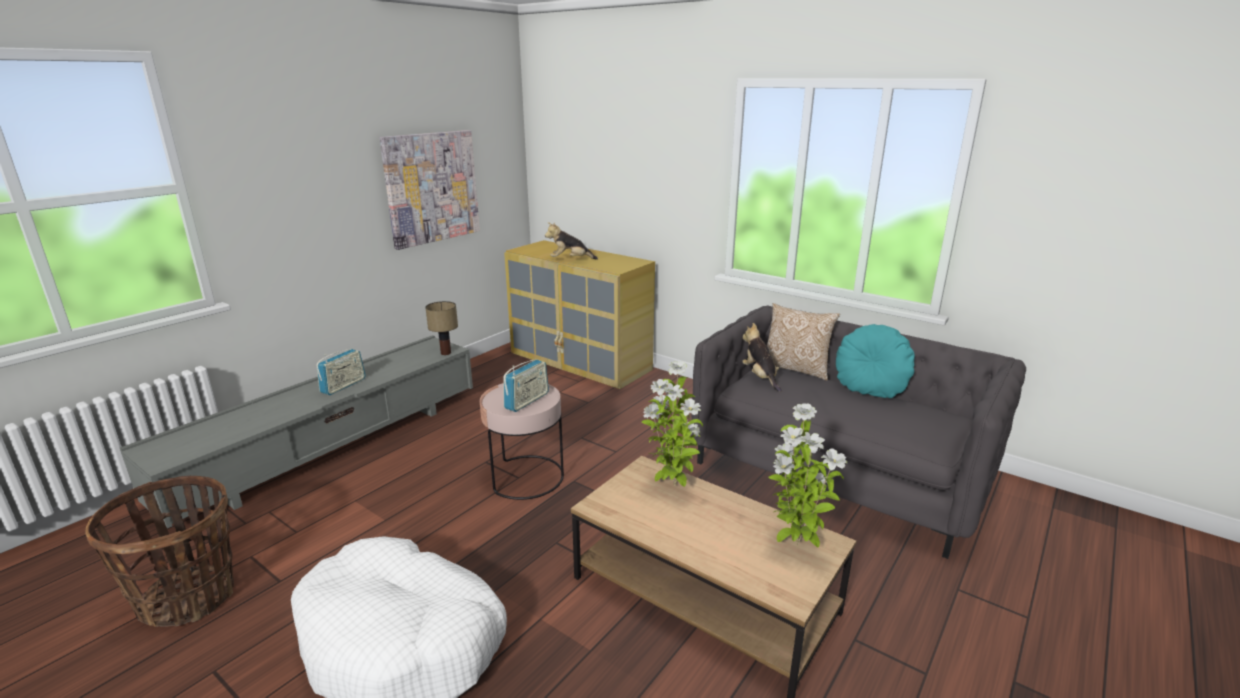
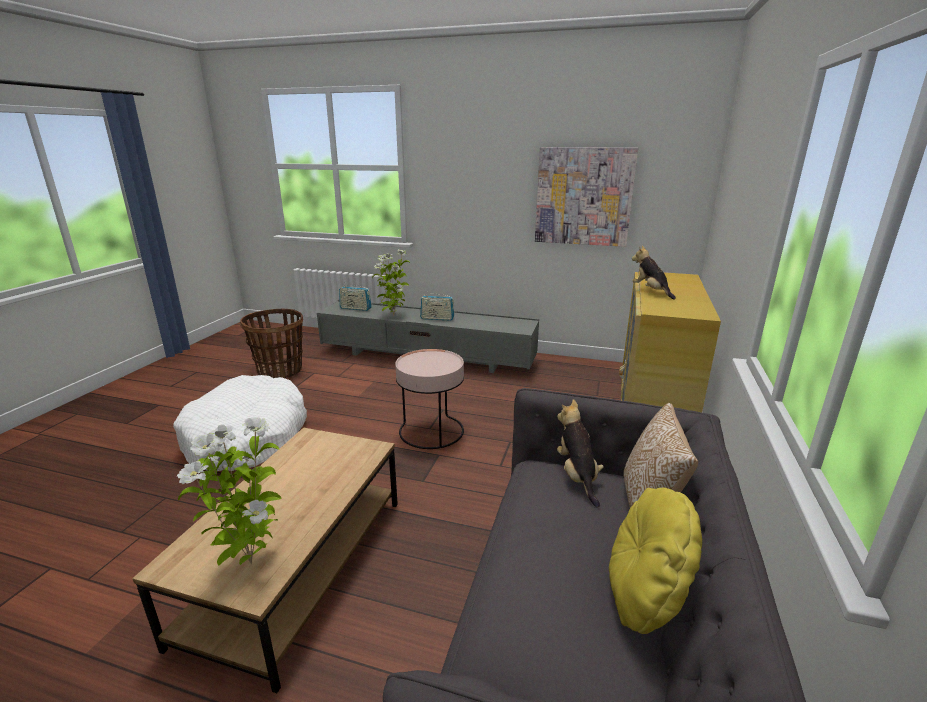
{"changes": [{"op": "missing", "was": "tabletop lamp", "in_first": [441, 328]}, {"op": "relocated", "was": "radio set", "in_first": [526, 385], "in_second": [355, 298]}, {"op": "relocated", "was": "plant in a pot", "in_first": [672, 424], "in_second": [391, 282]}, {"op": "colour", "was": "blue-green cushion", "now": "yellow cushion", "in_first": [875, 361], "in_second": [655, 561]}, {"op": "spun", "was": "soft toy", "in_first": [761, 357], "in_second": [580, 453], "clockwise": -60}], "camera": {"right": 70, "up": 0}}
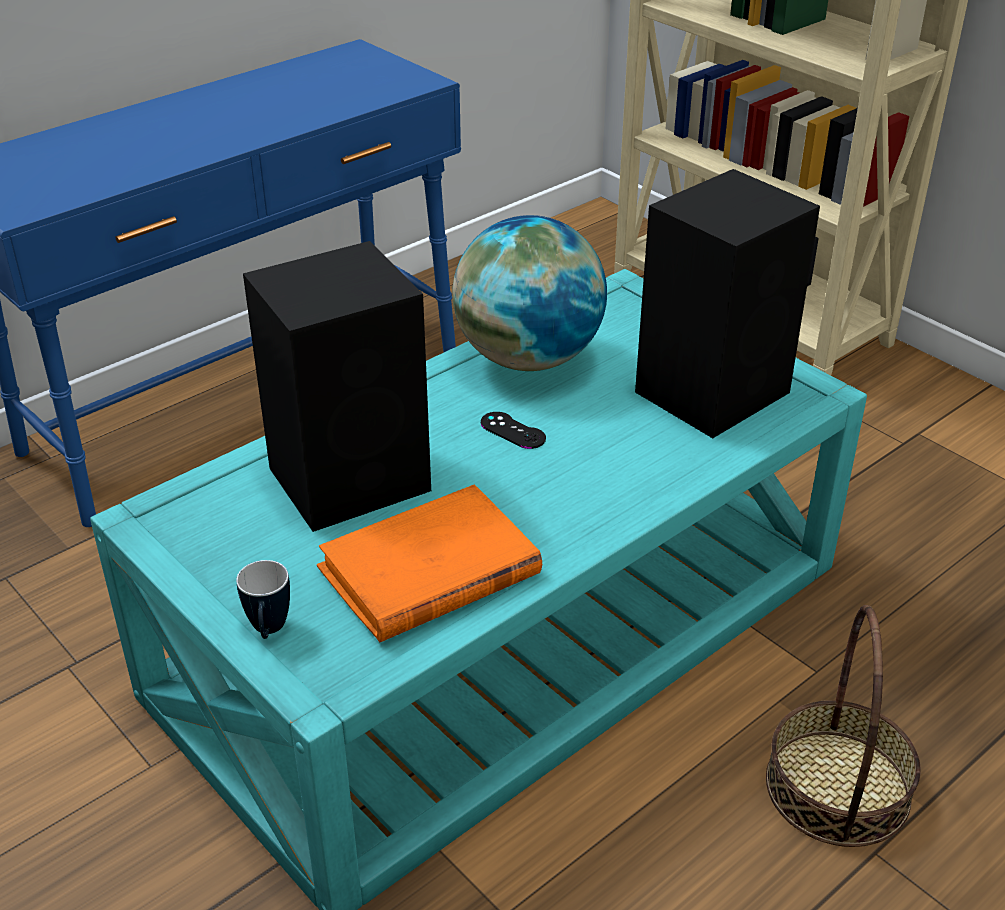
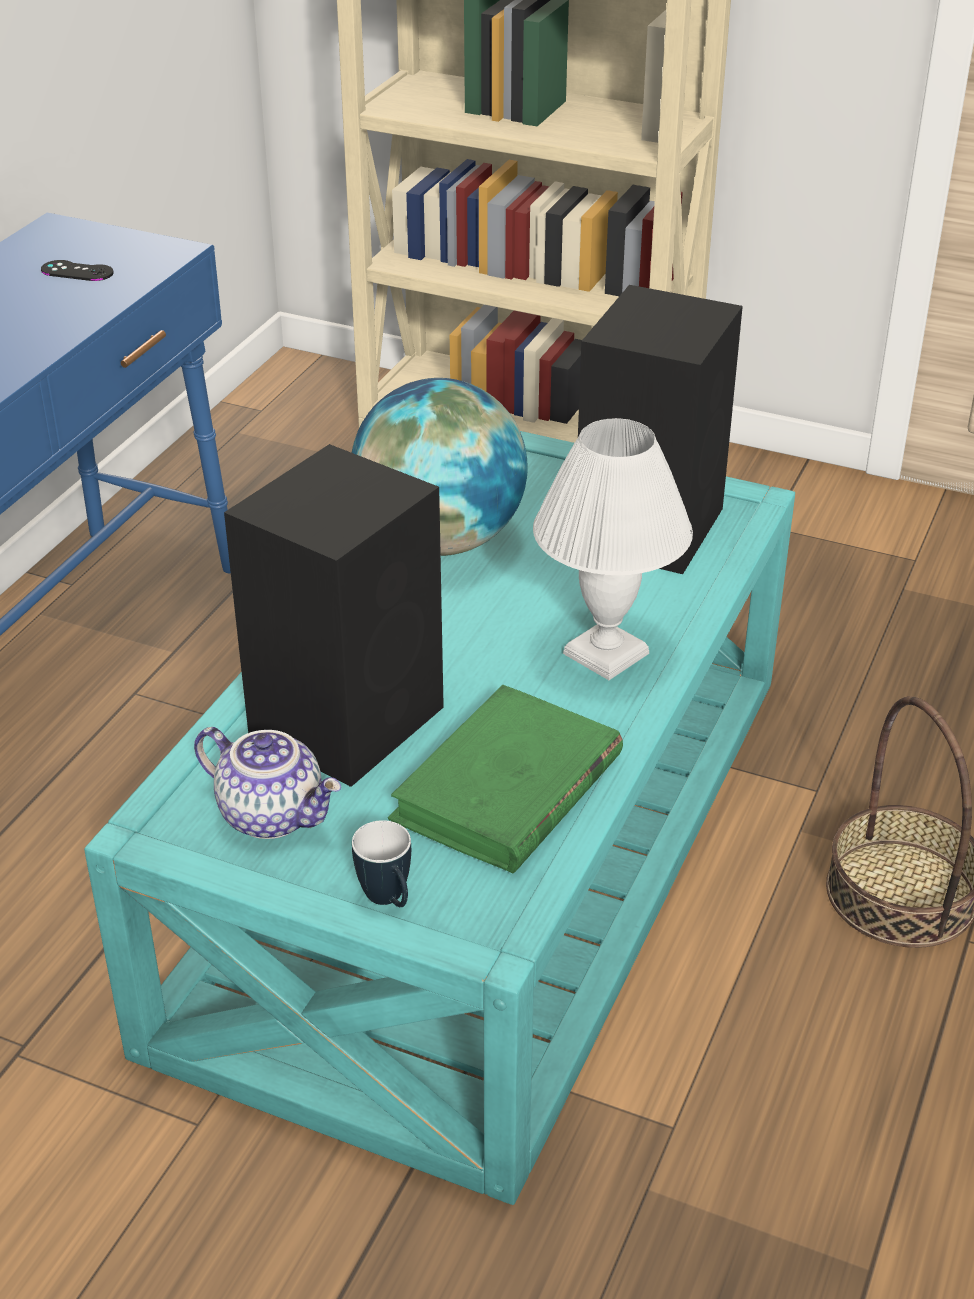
{"changes": [{"op": "appeared", "now": "tea pot", "in_second": [267, 783]}, {"op": "appeared", "now": "whitish tabletop lamp", "in_second": [613, 549]}, {"op": "relocated", "was": "black-coloured joypad", "in_first": [513, 430], "in_second": [77, 270]}, {"op": "colour", "was": "orange-coloured volume", "now": "green volume", "in_first": [429, 563], "in_second": [505, 779]}], "camera": {"right": -25, "up": 0}}
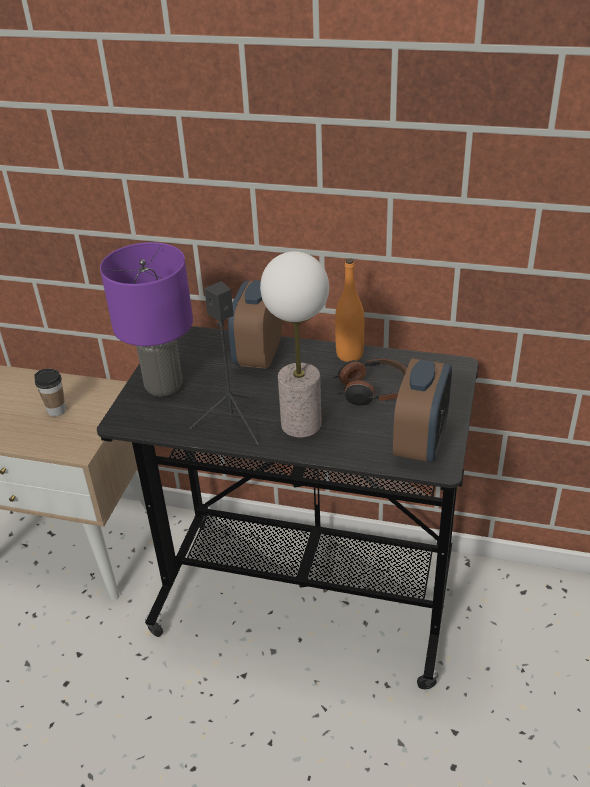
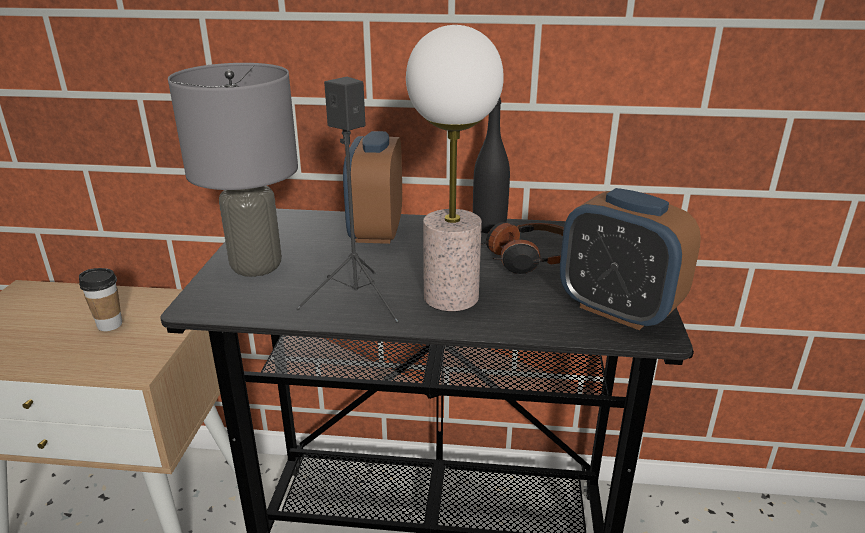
{"changes": [{"op": "colour", "was": "purplish tabletop lamp", "now": "greyish tabletop lamp", "in_first": [146, 319], "in_second": [233, 170]}, {"op": "colour", "was": "orange-coloured beverage bottle", "now": "black-coloured beverage bottle", "in_first": [349, 310], "in_second": [491, 165]}, {"op": "spun", "was": "alarm clock", "in_first": [422, 410], "in_second": [630, 259], "clockwise": 120}], "camera": {"right": -10, "up": -10}}
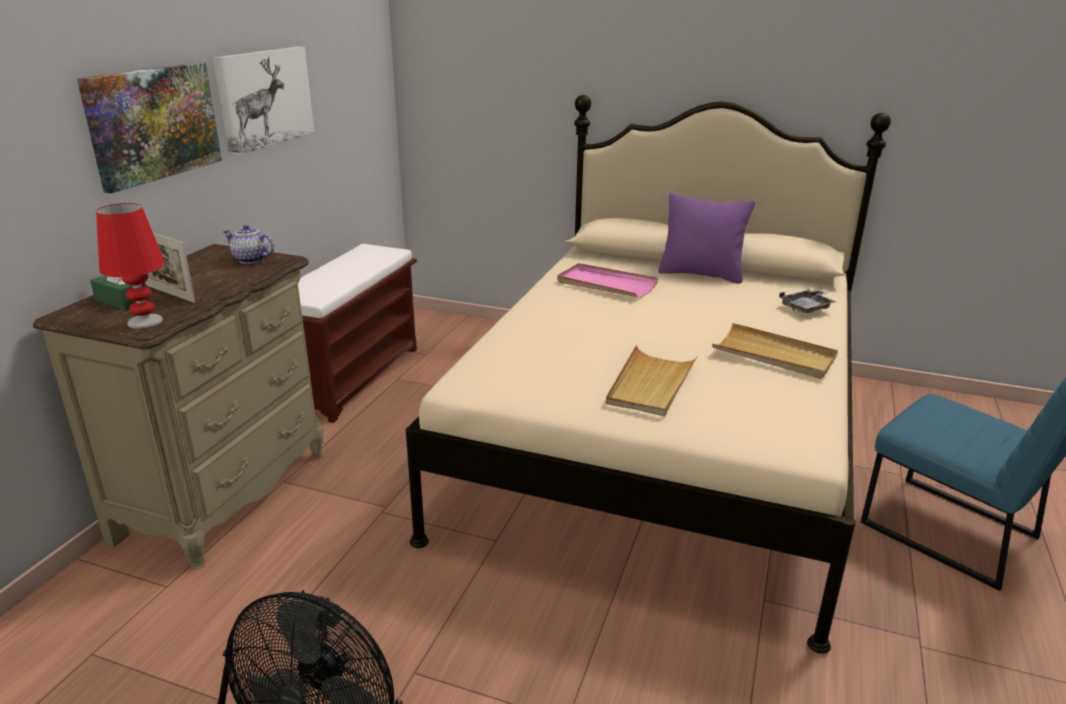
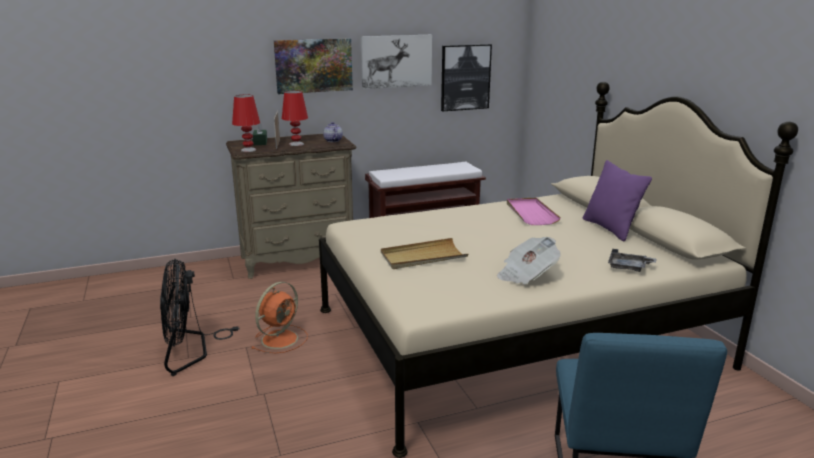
{"changes": [{"op": "appeared", "now": "orange-coloured electric fan", "in_second": [279, 317]}, {"op": "appeared", "now": "red tabletop lamp", "in_second": [295, 118]}, {"op": "appeared", "now": "picture", "in_second": [466, 77]}, {"op": "exchanged", "was": "beige-coloured tray", "now": "daily paper", "in_first": [775, 351], "in_second": [529, 261]}], "camera": {"right": 50, "up": -5}}
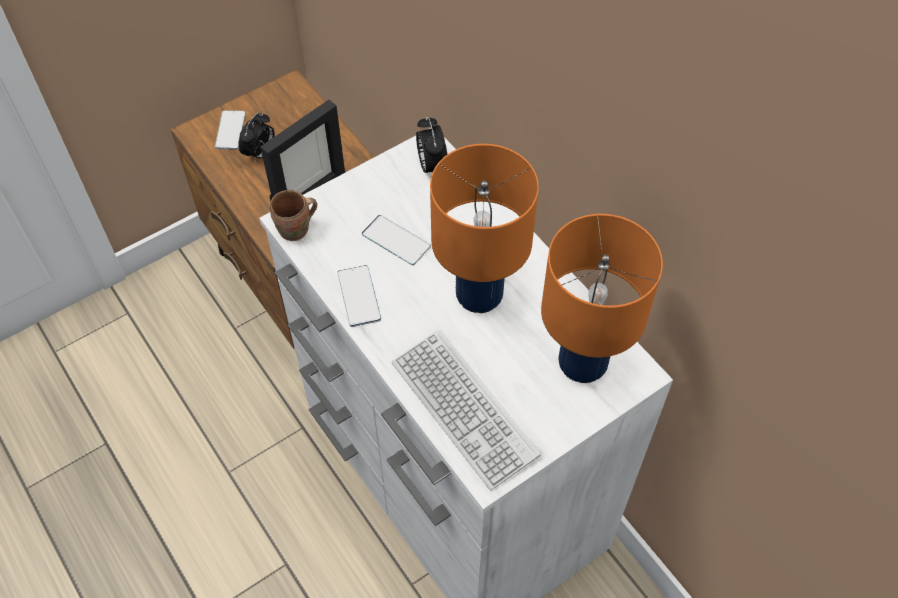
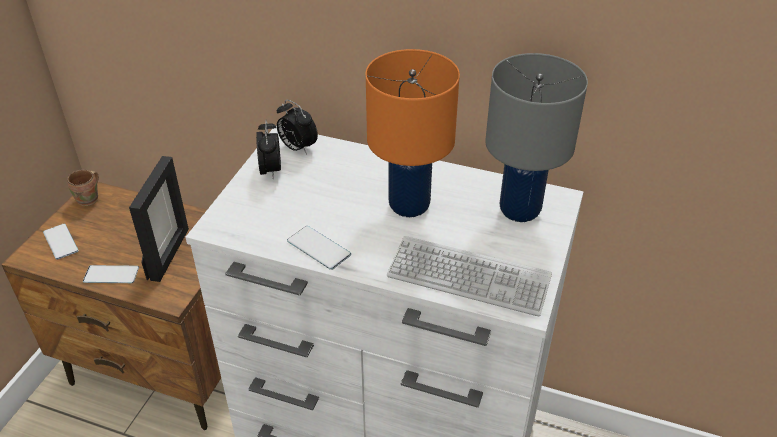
{"changes": [{"op": "relocated", "was": "alarm clock", "in_first": [256, 138], "in_second": [268, 150]}, {"op": "relocated", "was": "brown-coloured tea mug", "in_first": [293, 215], "in_second": [83, 187]}, {"op": "relocated", "was": "telephone", "in_first": [396, 240], "in_second": [111, 274]}, {"op": "colour", "was": "orange-coloured tabletop lamp", "now": "greyish tabletop lamp", "in_first": [602, 298], "in_second": [536, 137]}], "camera": {"right": -35, "up": -15}}
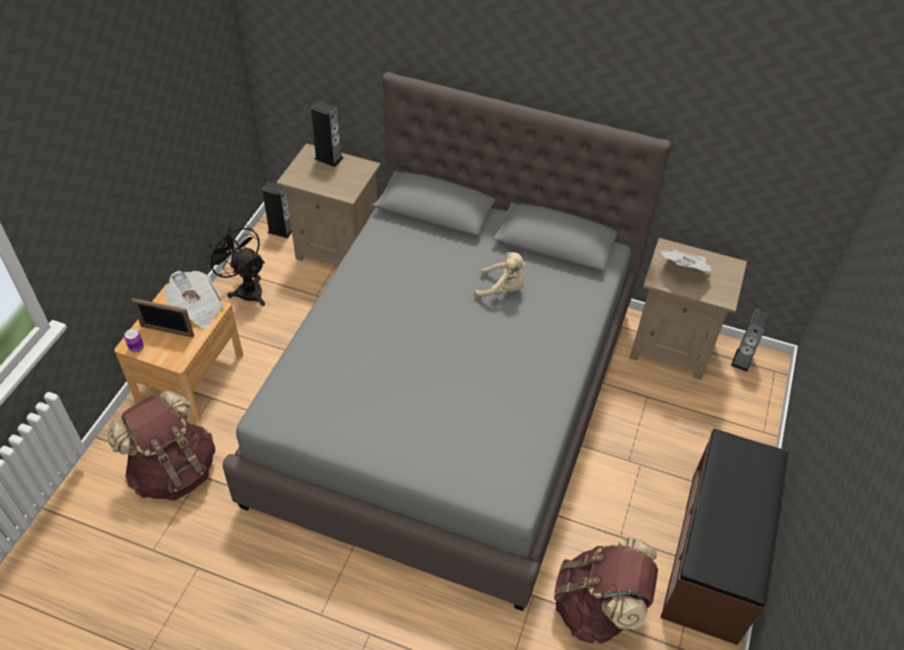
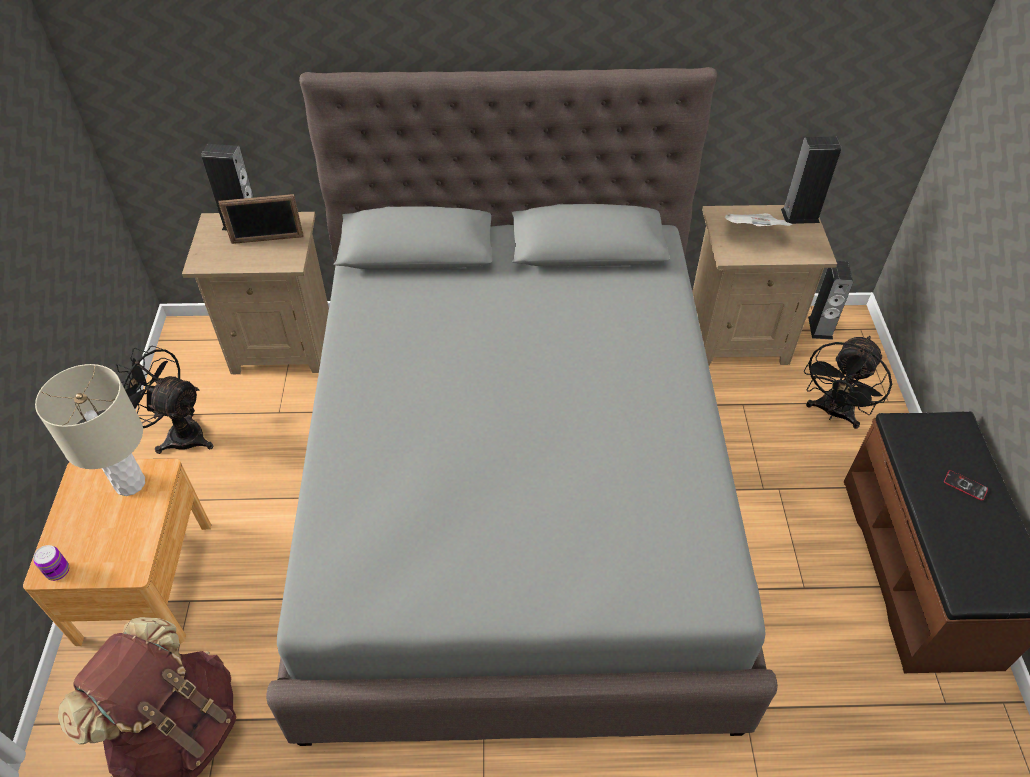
{"changes": [{"op": "missing", "was": "beige-coloured soft toy", "in_first": [500, 275]}, {"op": "missing", "was": "brown-coloured rucksack", "in_first": [606, 590]}, {"op": "appeared", "now": "black-coloured electric fan", "in_second": [848, 382]}, {"op": "appeared", "now": "telephone", "in_second": [966, 485]}, {"op": "relocated", "was": "photo frame", "in_first": [162, 317], "in_second": [261, 219]}, {"op": "relocated", "was": "speaker", "in_first": [277, 210], "in_second": [811, 180]}, {"op": "exchanged", "was": "daily paper", "now": "beige-coloured tabletop lamp", "in_first": [194, 299], "in_second": [90, 430]}], "camera": {"right": -20, "up": 0}}
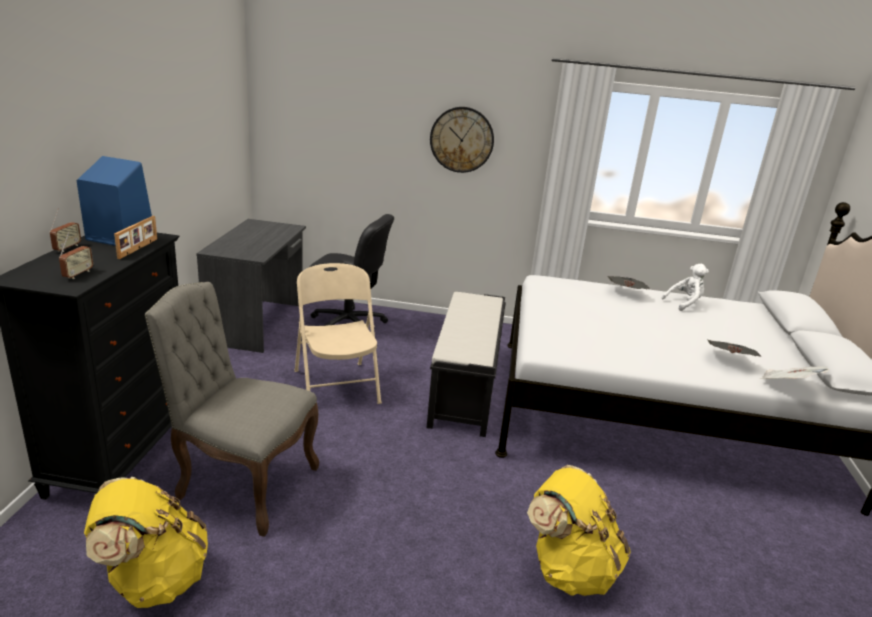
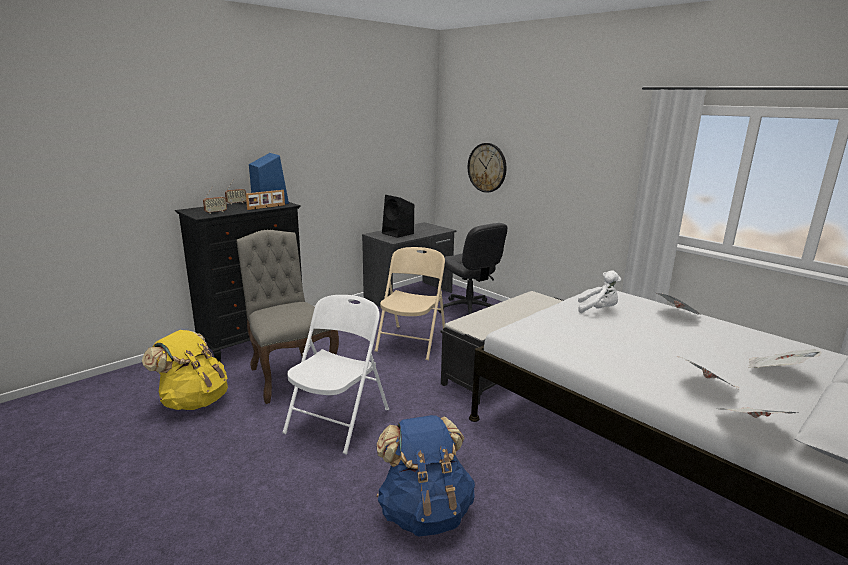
{"changes": [{"op": "appeared", "now": "whitish chair", "in_second": [335, 375]}, {"op": "appeared", "now": "black-coloured speaker", "in_second": [398, 216]}, {"op": "appeared", "now": "daily paper", "in_second": [785, 358]}, {"op": "relocated", "was": "wall clock", "in_first": [462, 140], "in_second": [487, 168]}, {"op": "relocated", "was": "whitish soft toy", "in_first": [685, 287], "in_second": [599, 292]}, {"op": "colour", "was": "yellow rucksack", "now": "blue-coloured rucksack", "in_first": [579, 530], "in_second": [426, 475]}], "camera": {"right": 40, "up": -5}}
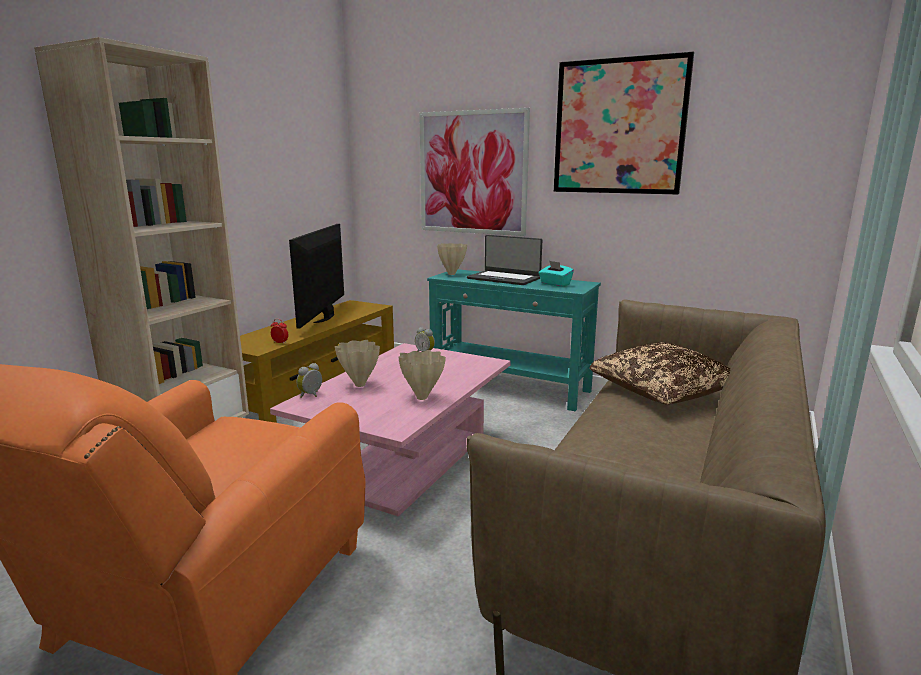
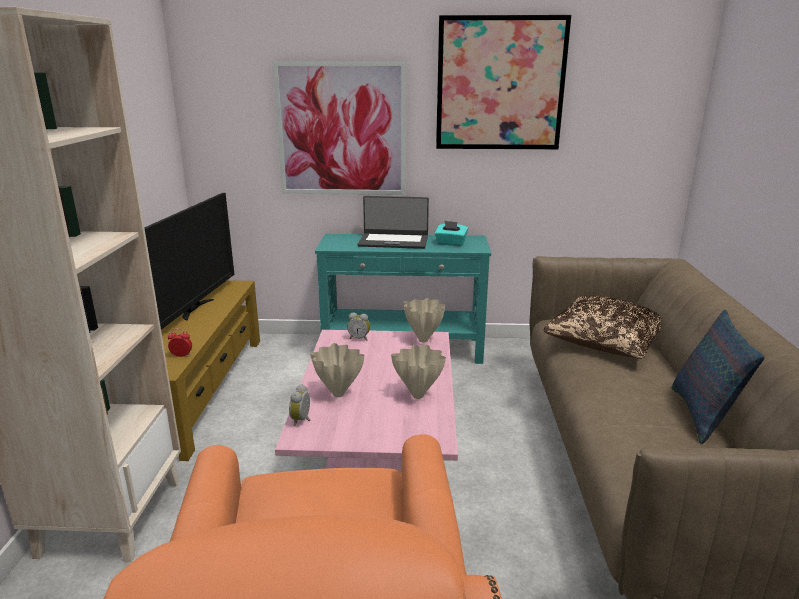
{"changes": [{"op": "appeared", "now": "blue-coloured cushion", "in_second": [718, 377]}, {"op": "relocated", "was": "beige-coloured vase", "in_first": [452, 259], "in_second": [424, 320]}, {"op": "spun", "was": "television", "in_first": [316, 276], "in_second": [189, 261], "clockwise": -150}], "camera": {"right": -25, "up": 5}}
